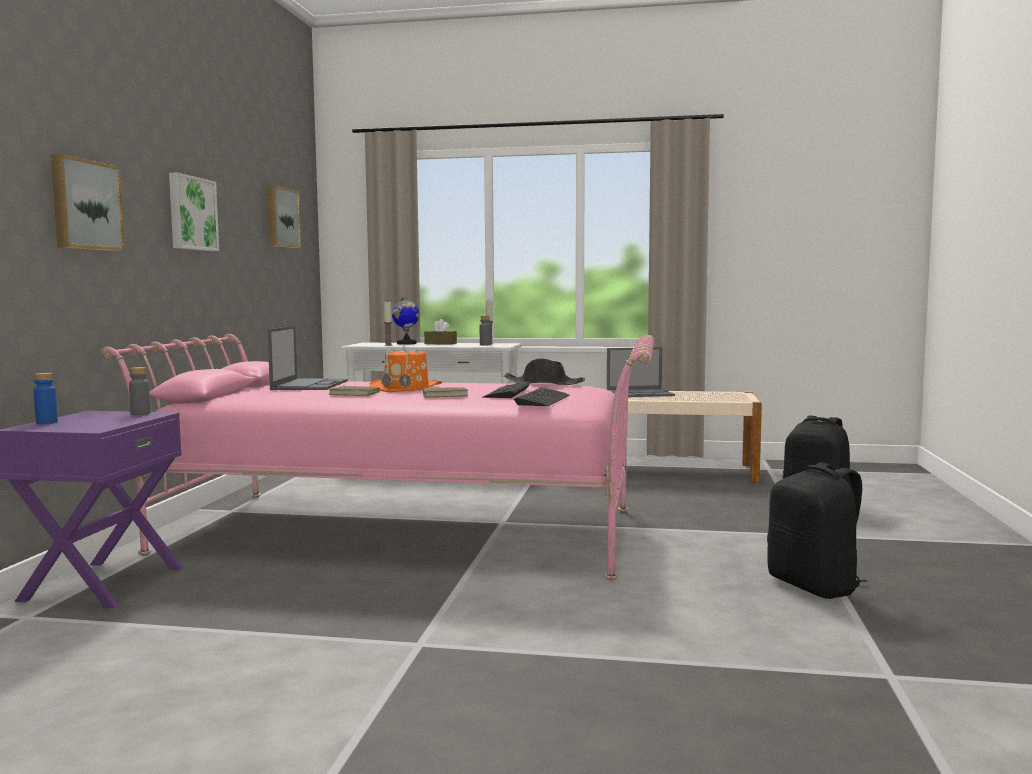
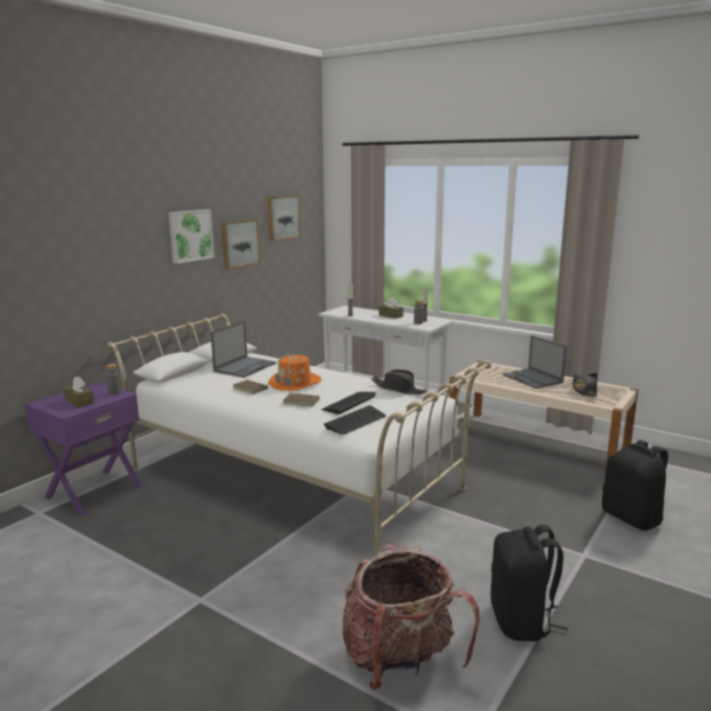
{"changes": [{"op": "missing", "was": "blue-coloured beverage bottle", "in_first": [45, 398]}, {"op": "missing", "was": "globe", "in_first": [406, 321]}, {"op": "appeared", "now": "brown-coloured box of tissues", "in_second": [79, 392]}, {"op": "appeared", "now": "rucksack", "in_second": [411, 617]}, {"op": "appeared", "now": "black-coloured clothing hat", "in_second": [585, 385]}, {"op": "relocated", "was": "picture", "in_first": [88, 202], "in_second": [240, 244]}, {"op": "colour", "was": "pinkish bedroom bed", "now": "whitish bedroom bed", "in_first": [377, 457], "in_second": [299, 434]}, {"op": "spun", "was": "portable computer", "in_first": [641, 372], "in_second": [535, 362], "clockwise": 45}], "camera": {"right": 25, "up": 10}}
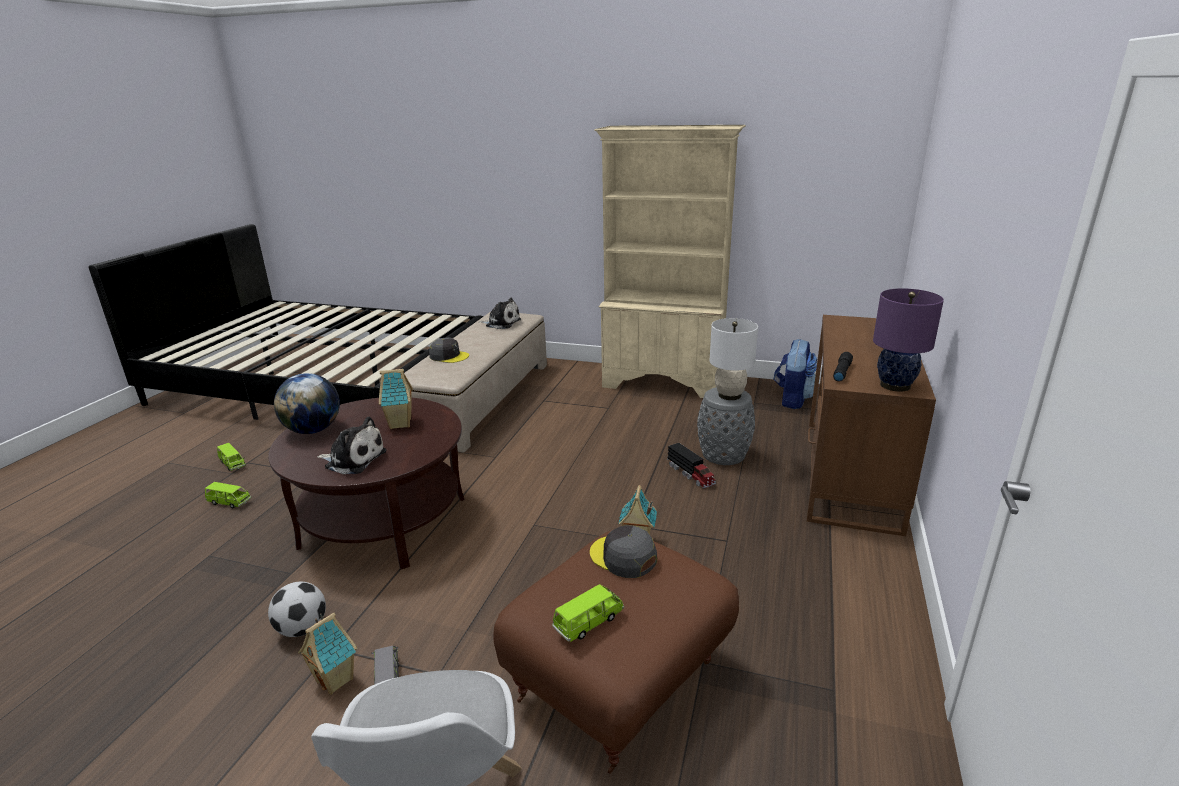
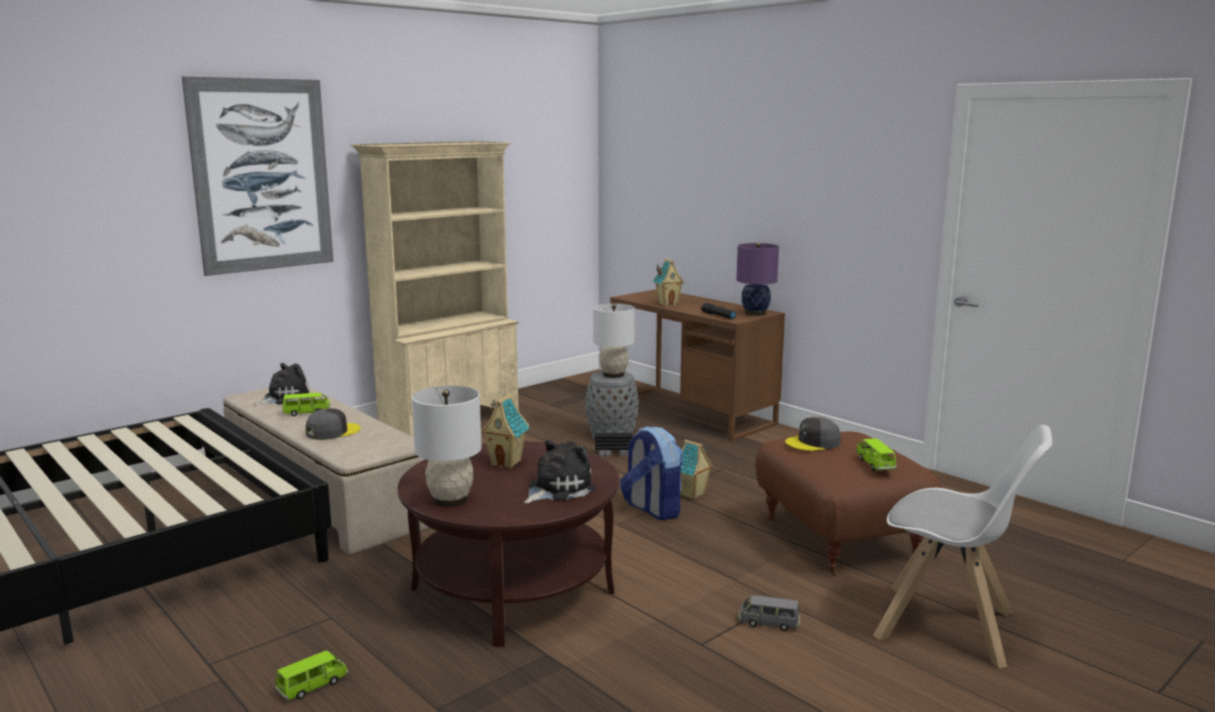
{"changes": [{"op": "missing", "was": "football ball", "in_first": [297, 609]}, {"op": "appeared", "now": "picture", "in_second": [258, 176]}, {"op": "relocated", "was": "green toy car", "in_first": [231, 457], "in_second": [306, 404]}, {"op": "relocated", "was": "miniature house", "in_first": [327, 654], "in_second": [668, 282]}, {"op": "relocated", "was": "rucksack", "in_first": [796, 374], "in_second": [651, 473]}, {"op": "exchanged", "was": "globe", "now": "whitish tabletop lamp", "in_first": [307, 403], "in_second": [447, 446]}], "camera": {"right": -60, "up": -10}}
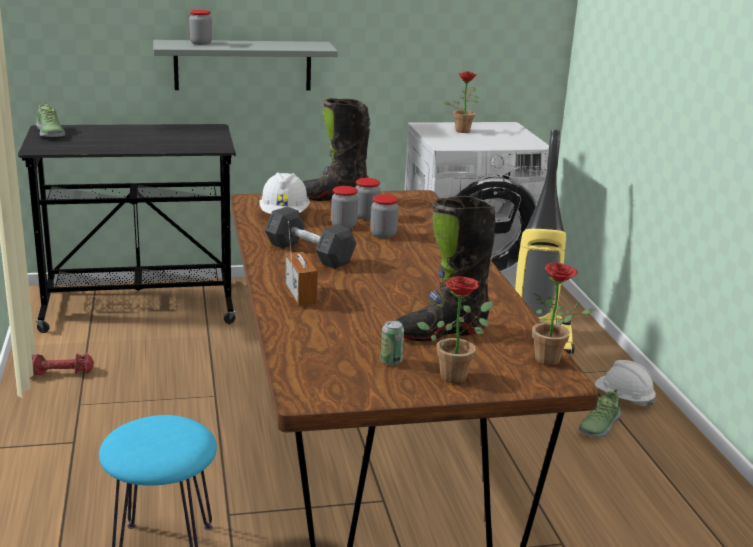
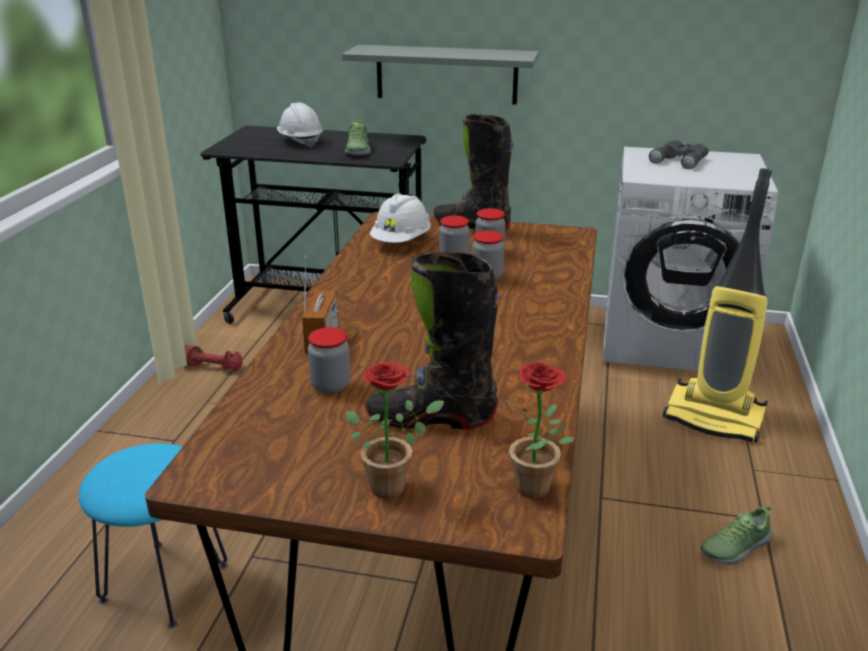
{"changes": [{"op": "missing", "was": "greyish dumbbell", "in_first": [311, 238]}, {"op": "missing", "was": "can", "in_first": [392, 342]}, {"op": "relocated", "was": "shoe", "in_first": [50, 119], "in_second": [357, 136]}, {"op": "relocated", "was": "jar", "in_first": [200, 27], "in_second": [329, 360]}, {"op": "relocated", "was": "whitish hard hat", "in_first": [625, 384], "in_second": [300, 124]}, {"op": "exchanged", "was": "plant in a pot", "now": "greyish field glasses", "in_first": [461, 102], "in_second": [679, 154]}], "camera": {"right": 25, "up": 5}}
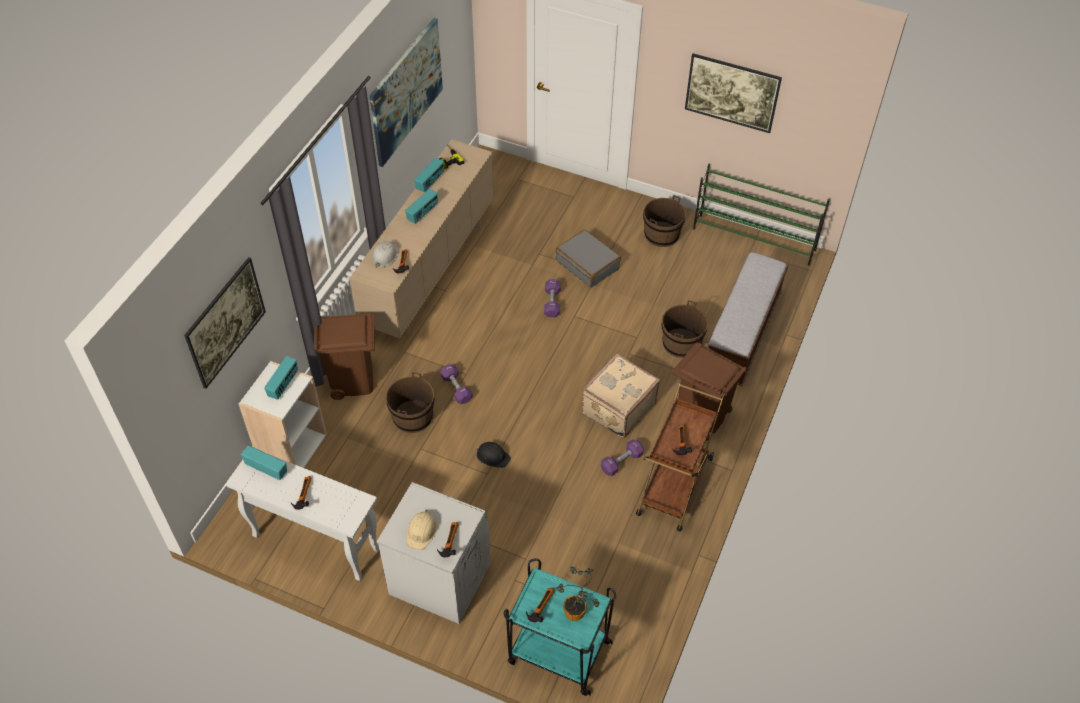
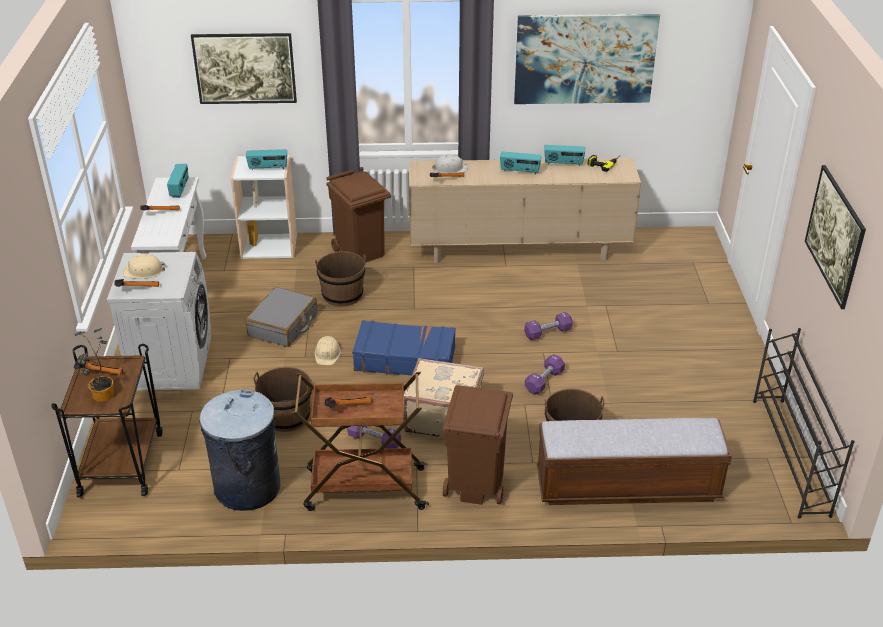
{"changes": [{"op": "appeared", "now": "greyish waste bin", "in_second": [239, 450]}, {"op": "appeared", "now": "blue-coloured suitcase", "in_second": [403, 347]}, {"op": "relocated", "was": "purplish dumbbell", "in_first": [456, 384], "in_second": [545, 374]}, {"op": "relocated", "was": "greyish suitcase", "in_first": [588, 258], "in_second": [281, 317]}, {"op": "relocated", "was": "brown-coloured bucket", "in_first": [664, 221], "in_second": [282, 399]}, {"op": "colour", "was": "black-coloured hard hat", "now": "beige-coloured hard hat", "in_first": [493, 455], "in_second": [328, 350]}, {"op": "colour", "was": "blue-green trolley", "now": "brown-coloured trolley", "in_first": [560, 627], "in_second": [107, 421]}, {"op": "colour", "was": "green shoe shelf", "now": "black-coloured shoe shelf", "in_first": [761, 215], "in_second": [804, 423]}], "camera": {"right": 65, "up": -15}}
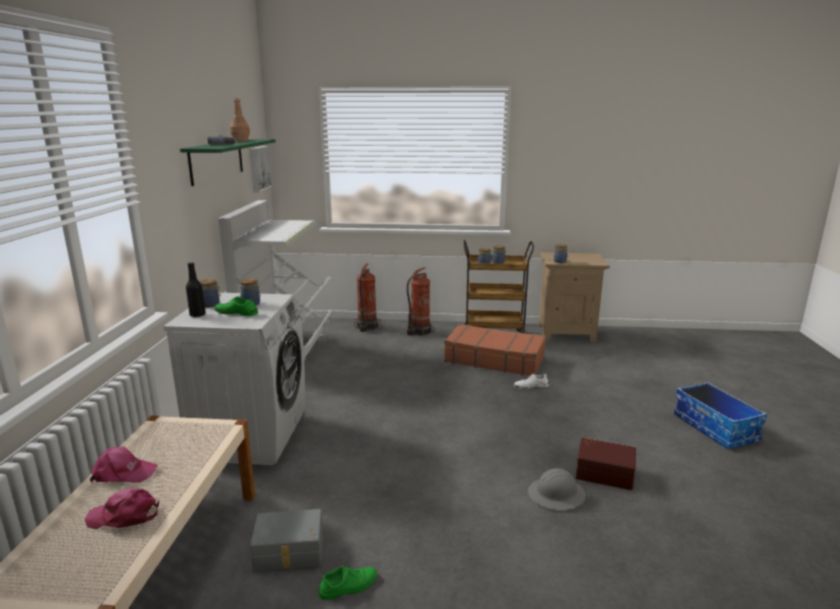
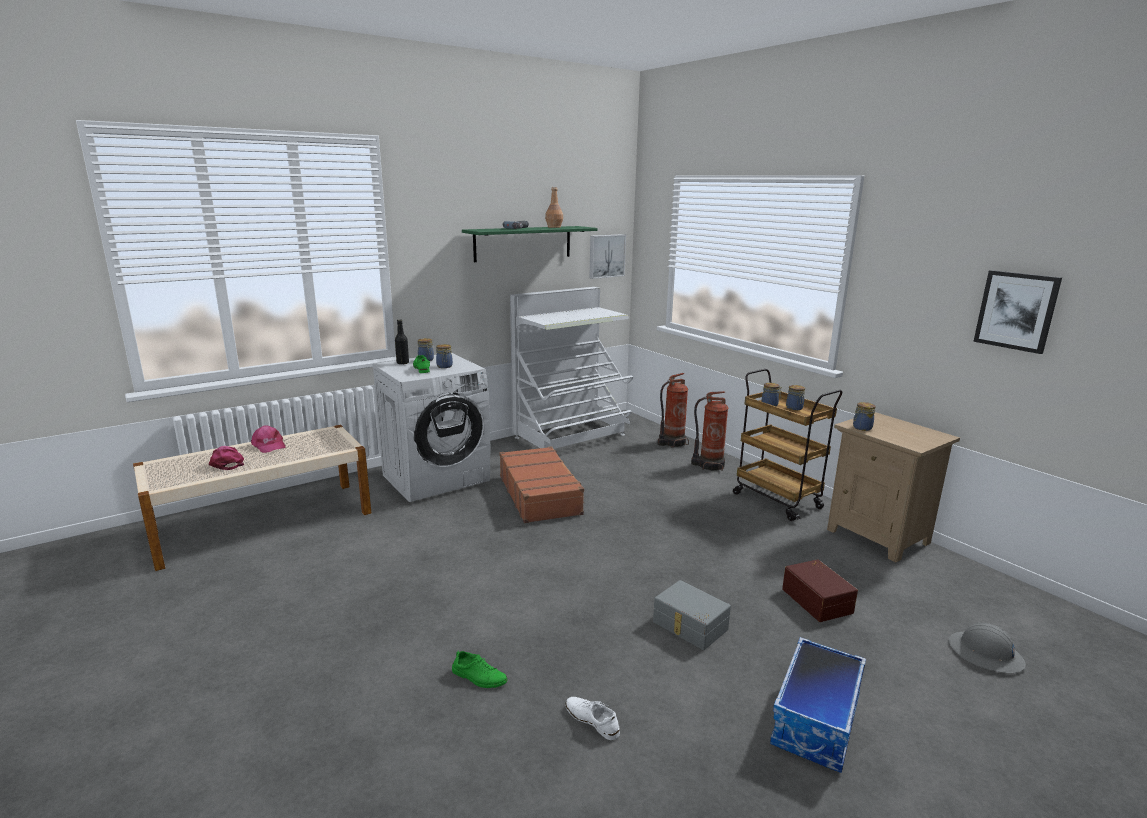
{"changes": [{"op": "appeared", "now": "picture", "in_second": [1017, 312]}, {"op": "relocated", "was": "greyish storage box", "in_first": [286, 540], "in_second": [692, 615]}, {"op": "relocated", "was": "green shoe", "in_first": [347, 583], "in_second": [480, 669]}, {"op": "relocated", "was": "brown-coloured suitcase", "in_first": [495, 350], "in_second": [541, 484]}, {"op": "relocated", "was": "whitish shoe", "in_first": [531, 381], "in_second": [592, 718]}, {"op": "relocated", "was": "greyish hard hat", "in_first": [557, 489], "in_second": [987, 648]}, {"op": "relocated", "was": "brown-coloured storage box", "in_first": [606, 463], "in_second": [820, 590]}], "camera": {"right": 50, "up": 0}}
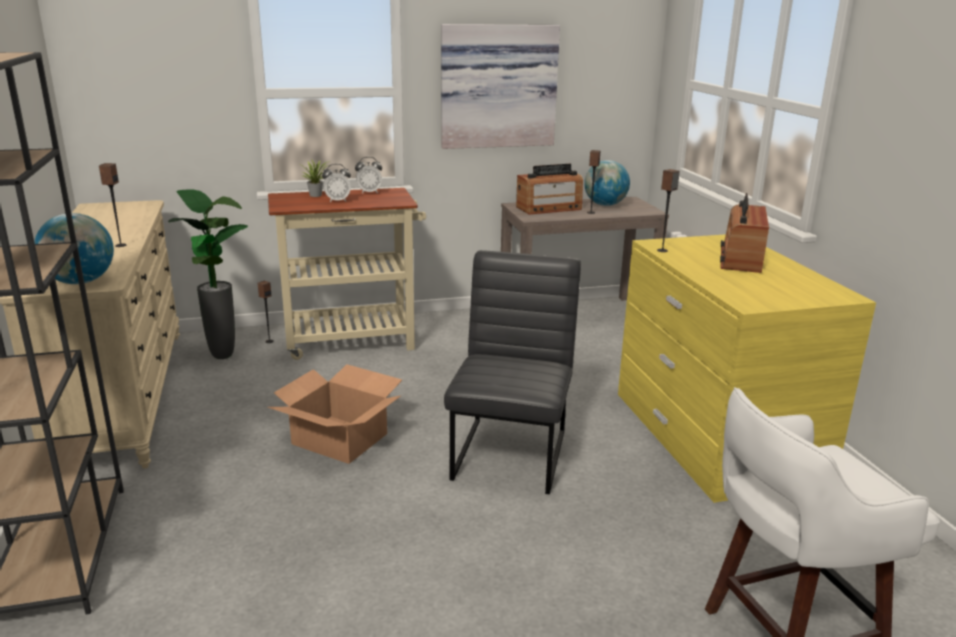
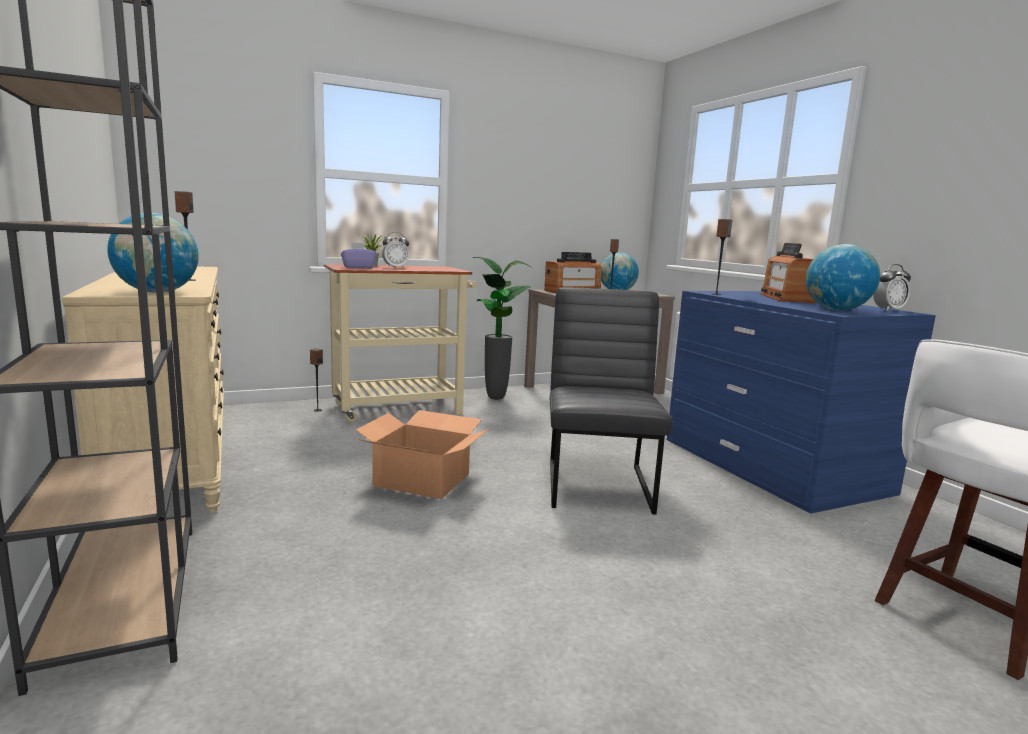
{"changes": [{"op": "missing", "was": "picture", "in_first": [500, 86]}, {"op": "appeared", "now": "purplish box of tissues", "in_second": [358, 255]}, {"op": "appeared", "now": "globe", "in_second": [843, 277]}, {"op": "relocated", "was": "plant in a pot", "in_first": [208, 274], "in_second": [502, 328]}, {"op": "relocated", "was": "alarm clock", "in_first": [368, 175], "in_second": [892, 287]}, {"op": "colour", "was": "yellow drawer chest", "now": "blue-coloured drawer chest", "in_first": [747, 368], "in_second": [801, 402]}], "camera": {"right": -10, "up": -10}}
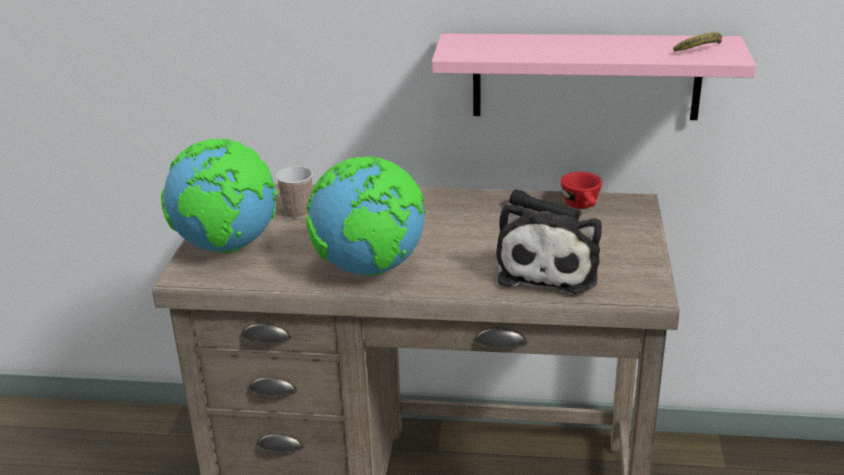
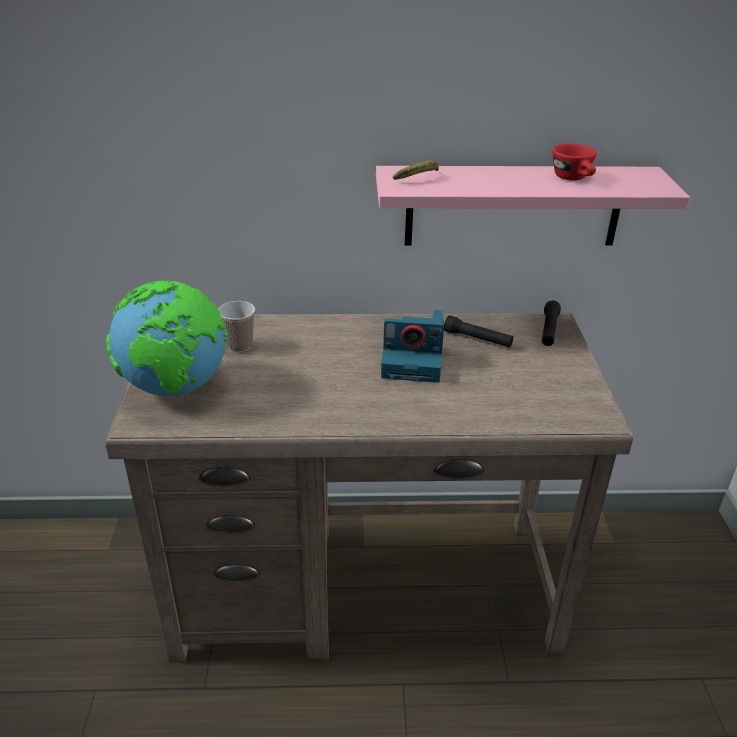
{"changes": [{"op": "missing", "was": "globe", "in_first": [366, 216]}, {"op": "missing", "was": "soft toy", "in_first": [549, 248]}, {"op": "appeared", "now": "still camera", "in_second": [412, 346]}, {"op": "appeared", "now": "black-coloured hand torch", "in_second": [551, 323]}, {"op": "relocated", "was": "red cup", "in_first": [581, 190], "in_second": [574, 162]}, {"op": "relocated", "was": "banana fruit", "in_first": [697, 41], "in_second": [416, 170]}], "camera": {"right": -10, "up": 5}}
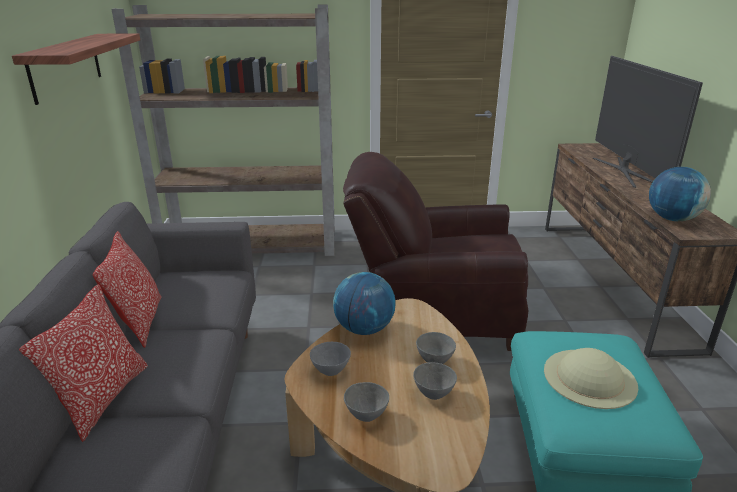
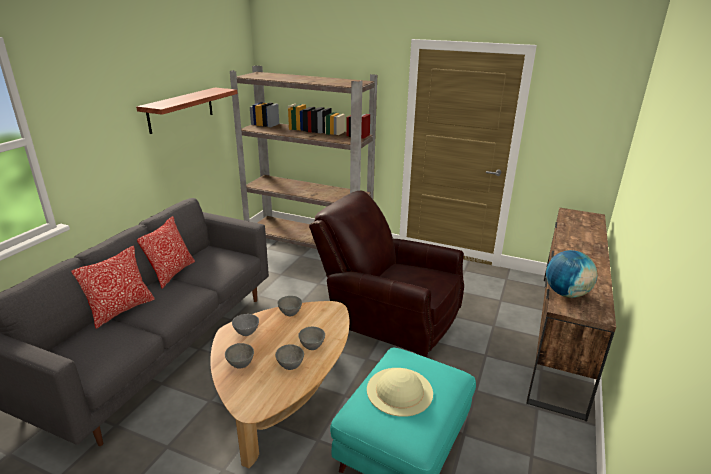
{"changes": [{"op": "missing", "was": "television", "in_first": [648, 122]}, {"op": "exchanged", "was": "globe", "now": "greyish serving bowl", "in_first": [364, 303], "in_second": [289, 306]}], "camera": {"right": 25, "up": 0}}
